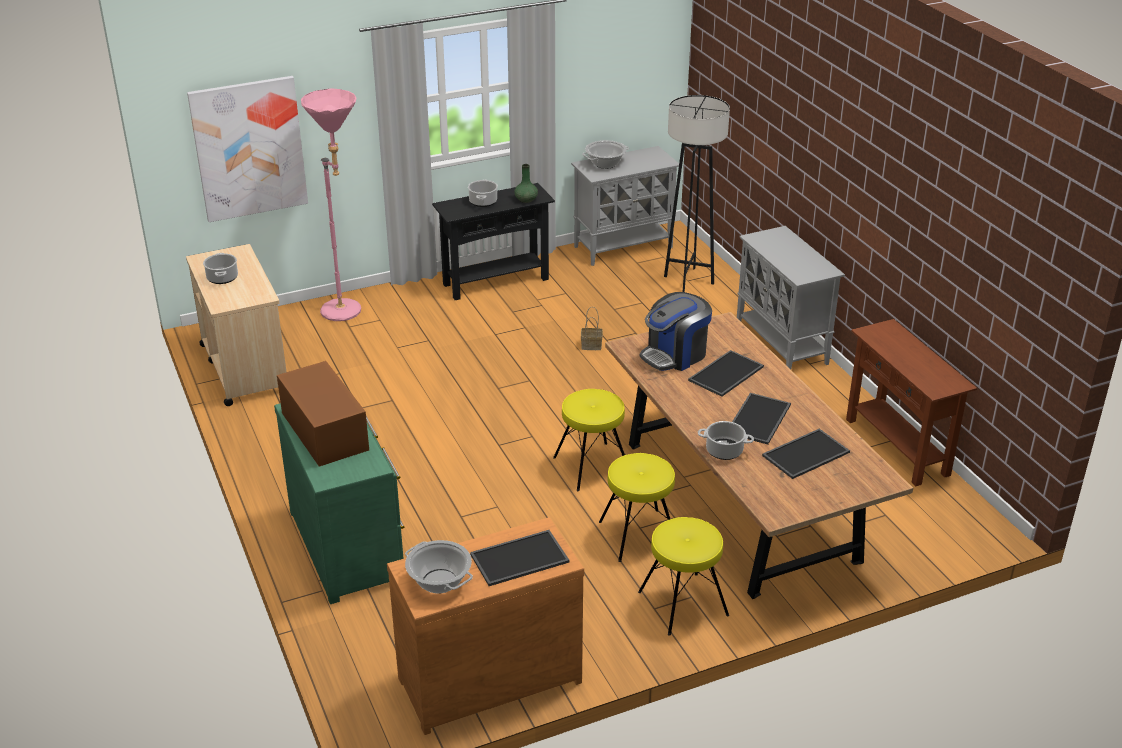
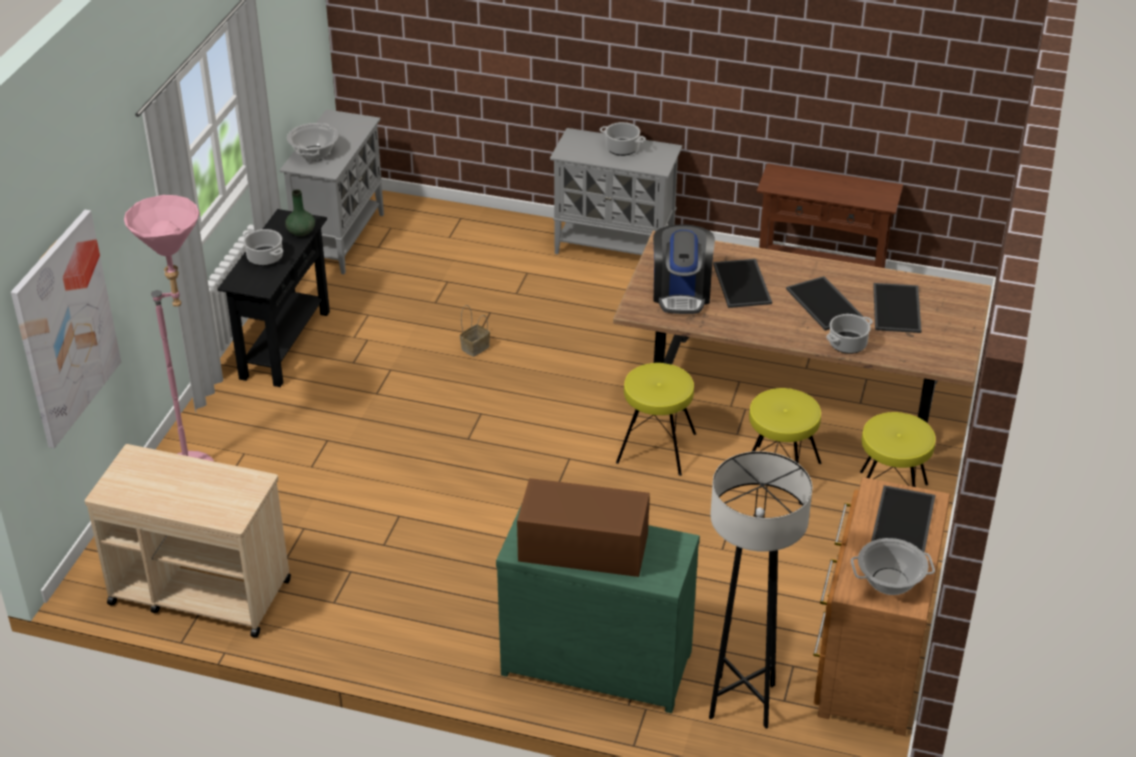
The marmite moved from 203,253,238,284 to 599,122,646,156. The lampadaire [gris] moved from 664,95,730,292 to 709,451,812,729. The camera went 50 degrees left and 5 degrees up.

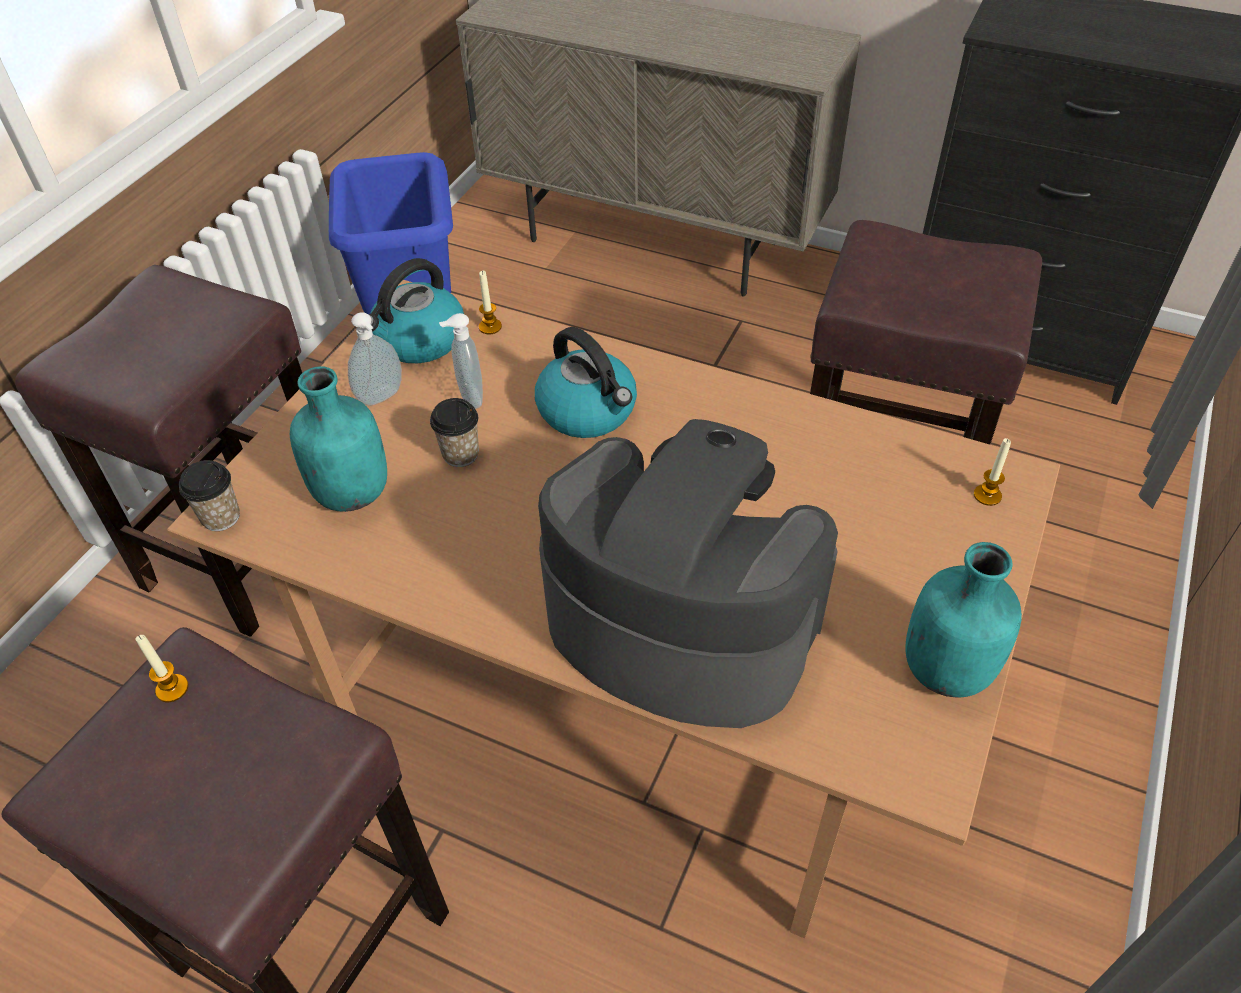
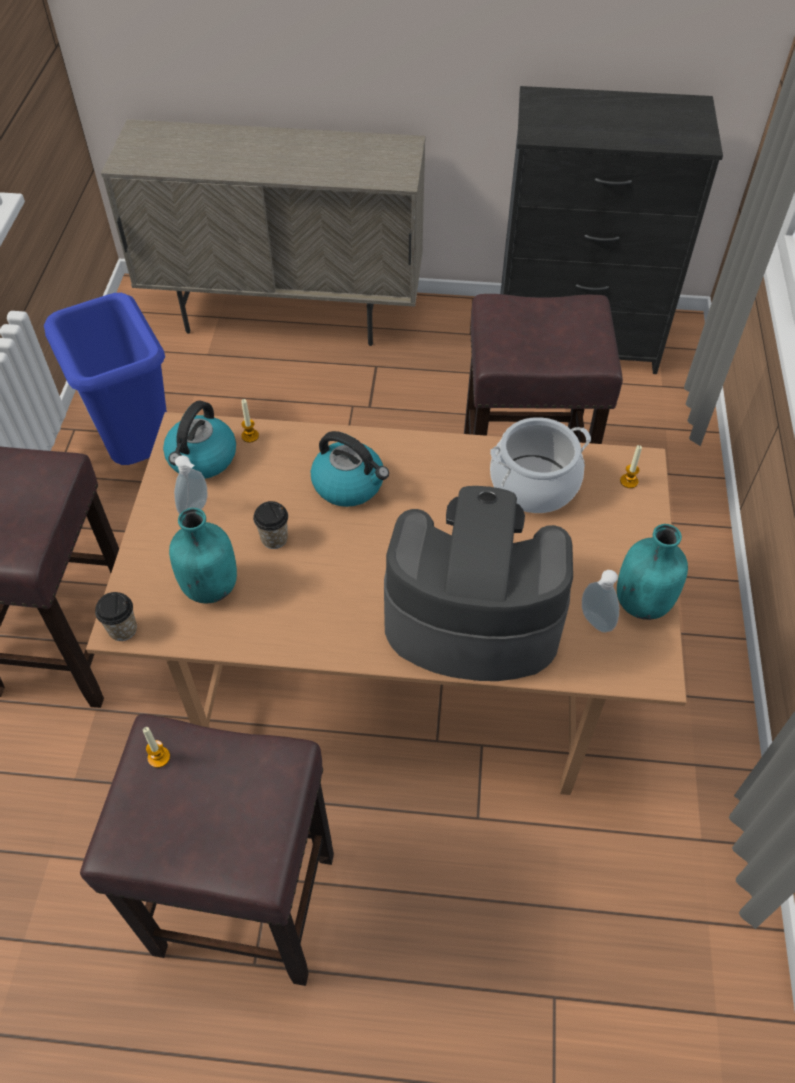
The marmite at 490,417,591,513 appeared. The distributeur de savon moved from 439,313,483,409 to 582,570,619,633. The camera went 20 degrees left and 5 degrees up.

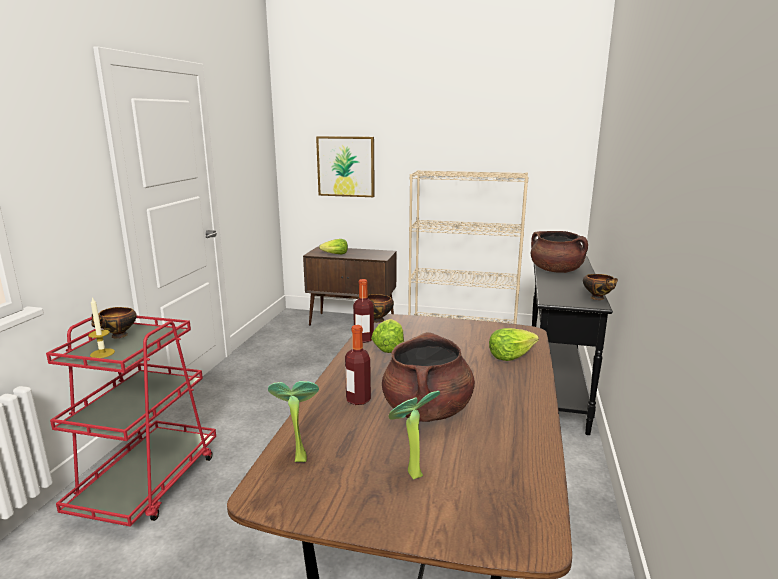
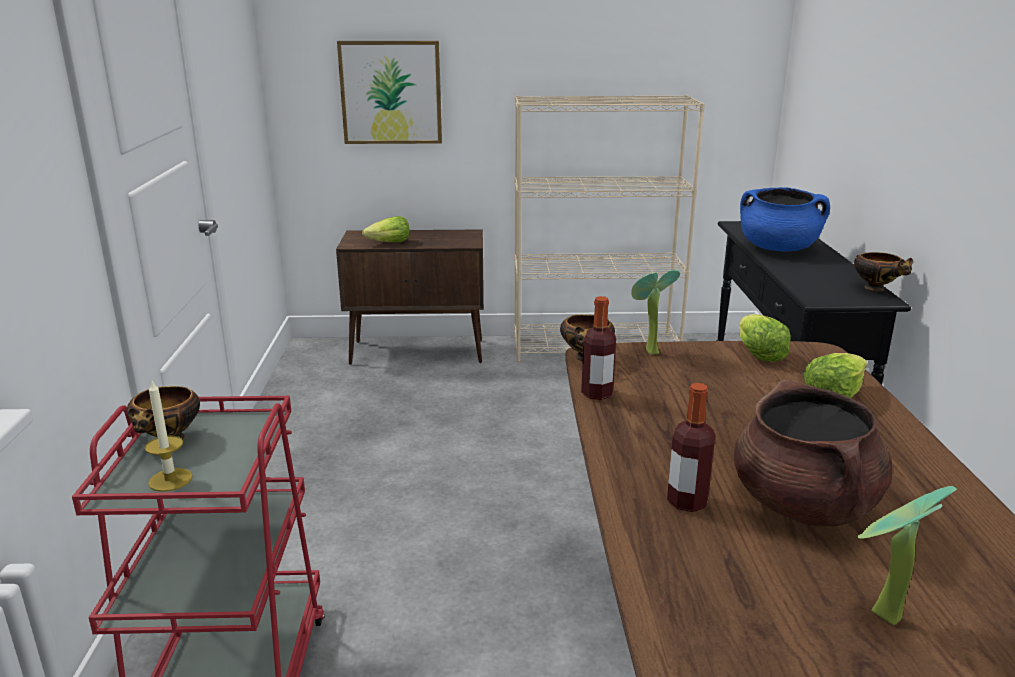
The plante en pot moved from 268,381,319,462 to 631,270,680,355. The laitue moved from 371,319,404,353 to 739,314,791,362. The marmite [marron] at 531,231,588,273 became the marmite [bleu] at 740,187,830,251. The camera went 15 degrees left and 5 degrees up.

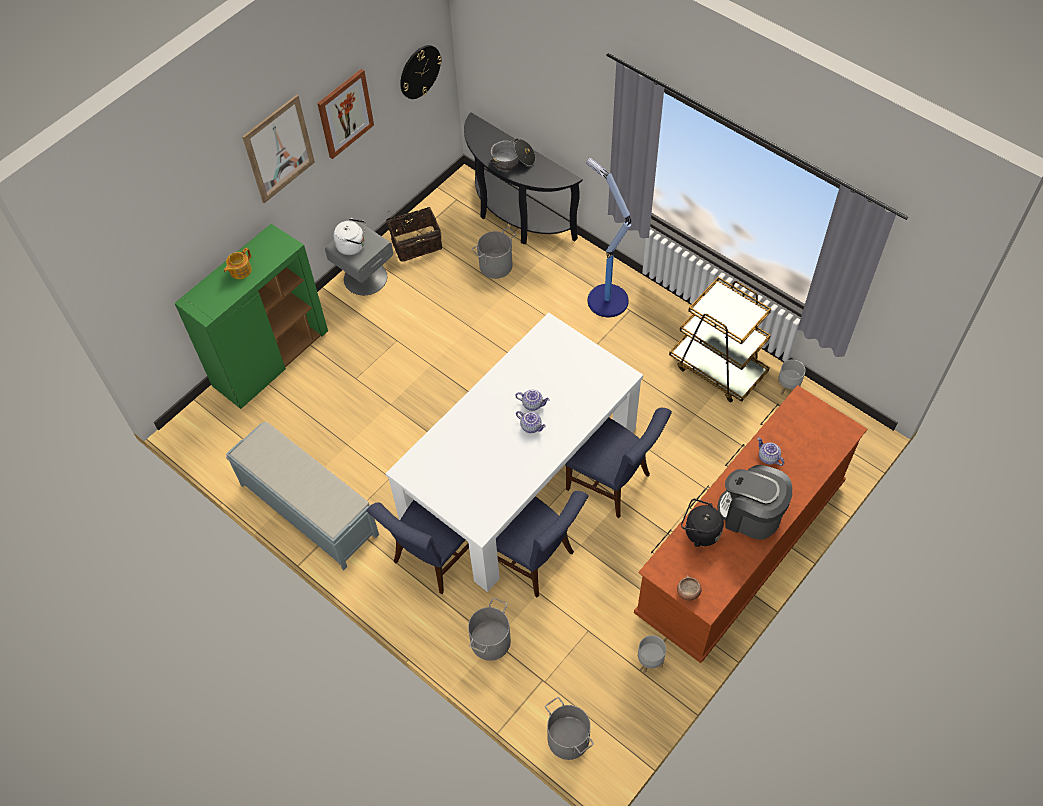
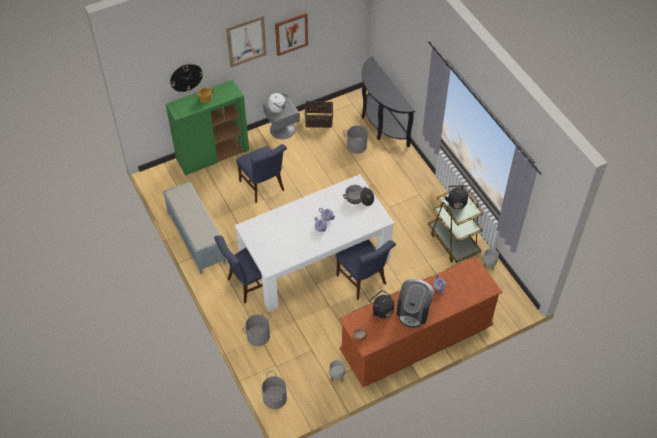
The horloge murale moved from 400,45,442,99 to 170,64,203,92. The chaise [bleu] moved from 496,491,589,598 to 236,144,287,203. The marmite moved from 489,139,535,170 to 343,185,374,206. The machine à café at 718,465,792,540 turned 120 degrees counterclockwise. The bouilloire [noir] at 445,185,468,209 appeared. The lampadaire at 586,158,631,317 disappeared. The camera went 20 degrees right and 5 degrees down.

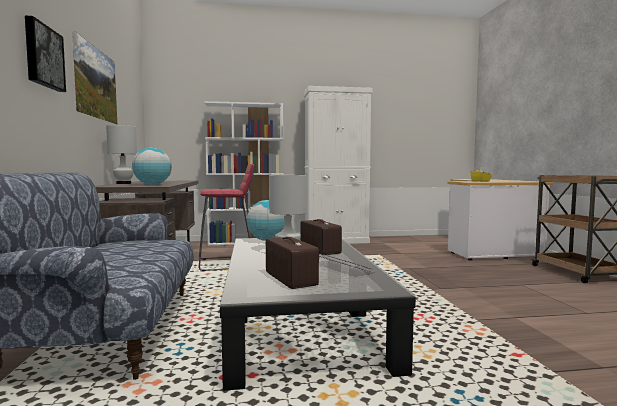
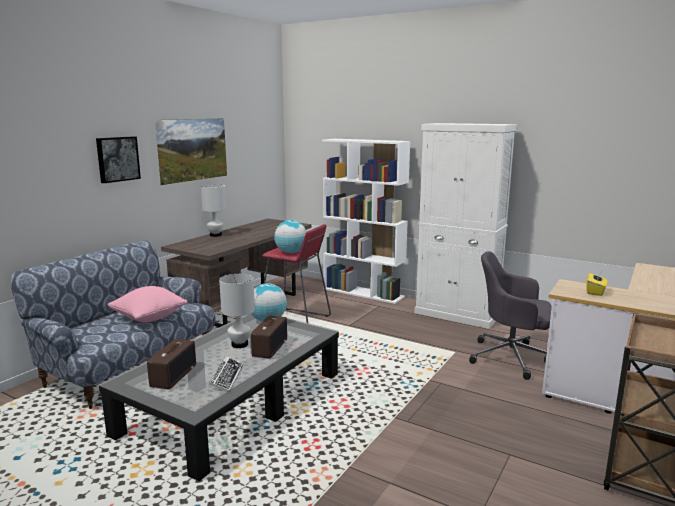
The coussin [rose] at 108,286,188,322 appeared. The globe moved from 132,148,172,185 to 274,220,307,253. The chaise de bureau [gris] at 469,251,552,380 appeared. The camera went 40 degrees right and 10 degrees up.

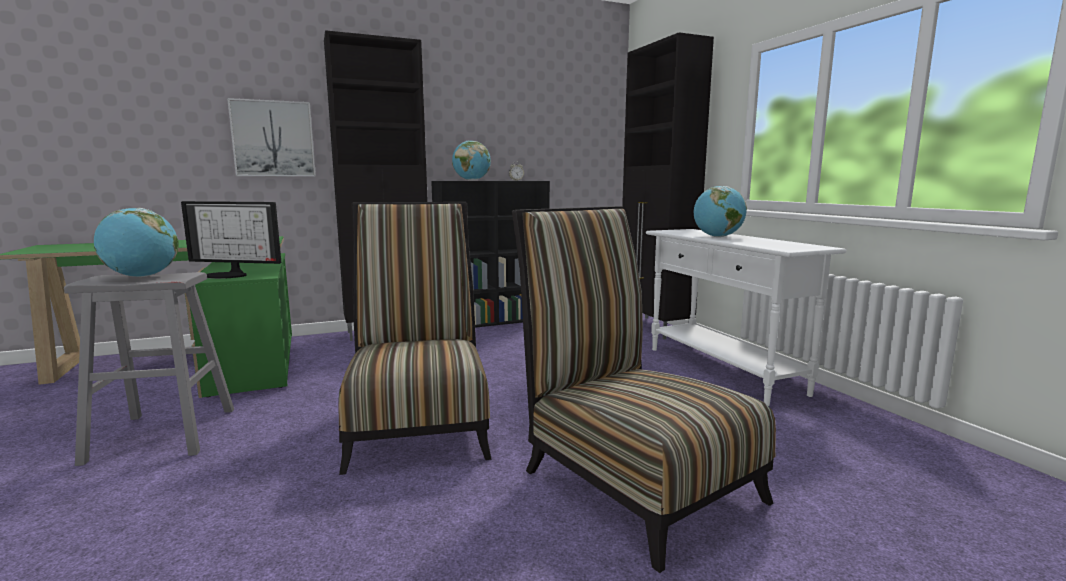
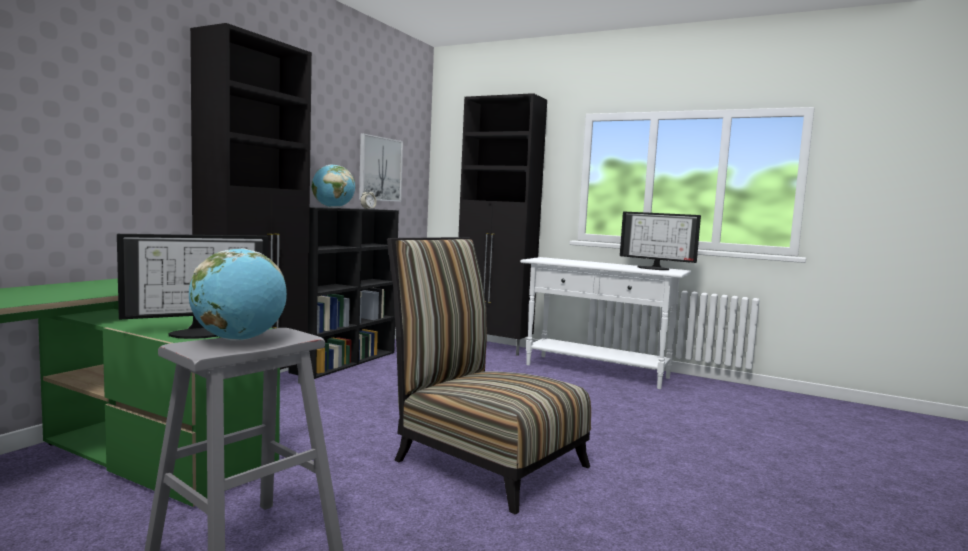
The tableau moved from 227,98,316,176 to 359,134,403,202. The écran d'ordinateur at 620,211,701,270 appeared. The chaise at 512,206,776,573 disappeared. The globe at 694,186,747,237 disappeared. The camera went 40 degrees left and 5 degrees down.

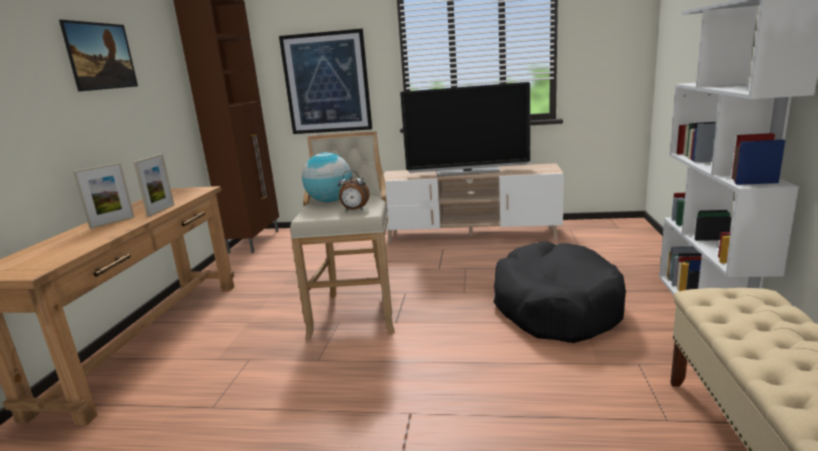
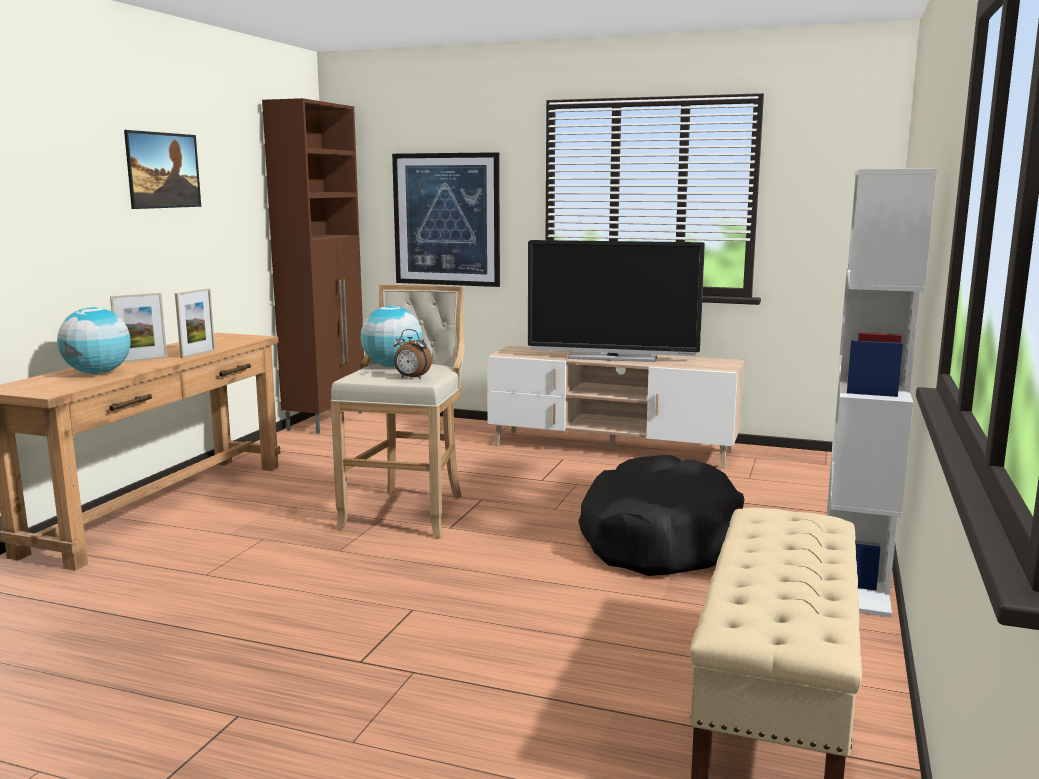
The globe at 57,307,131,374 appeared. The camera went 10 degrees right and 5 degrees down.

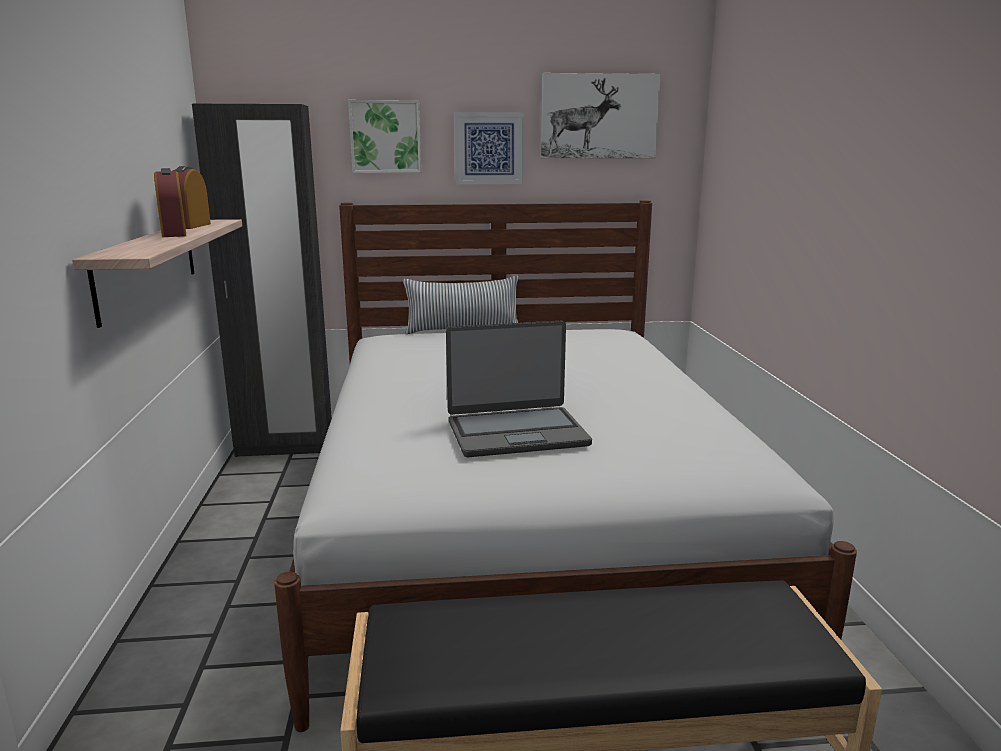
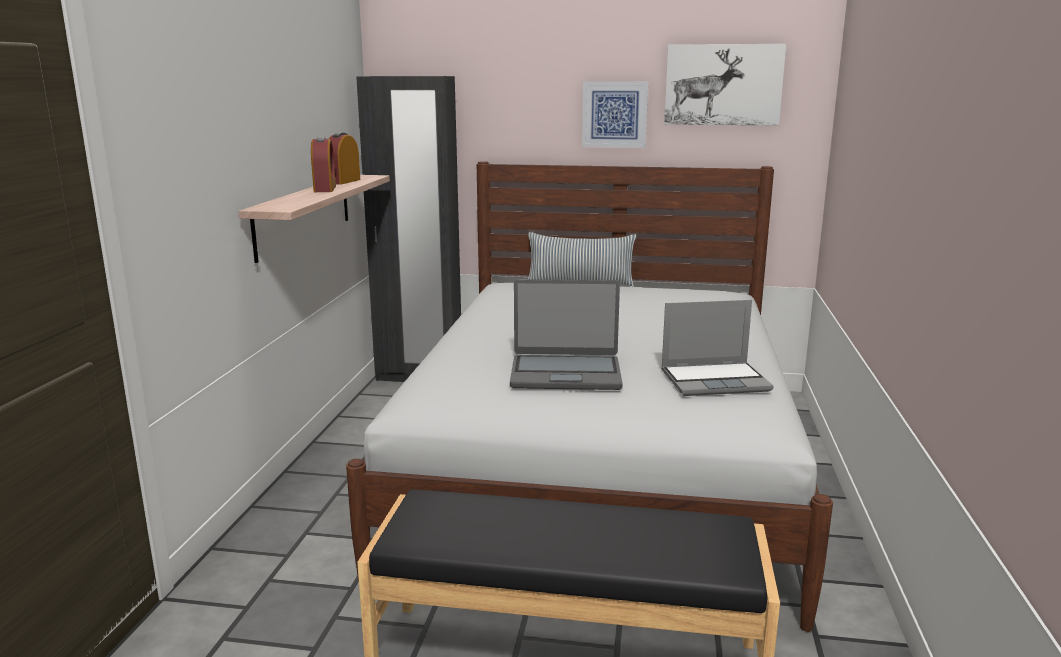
The ordinateur portable at 661,300,774,396 appeared. The tableau at 348,100,421,173 disappeared. The camera went 15 degrees right and 0 degrees up.

